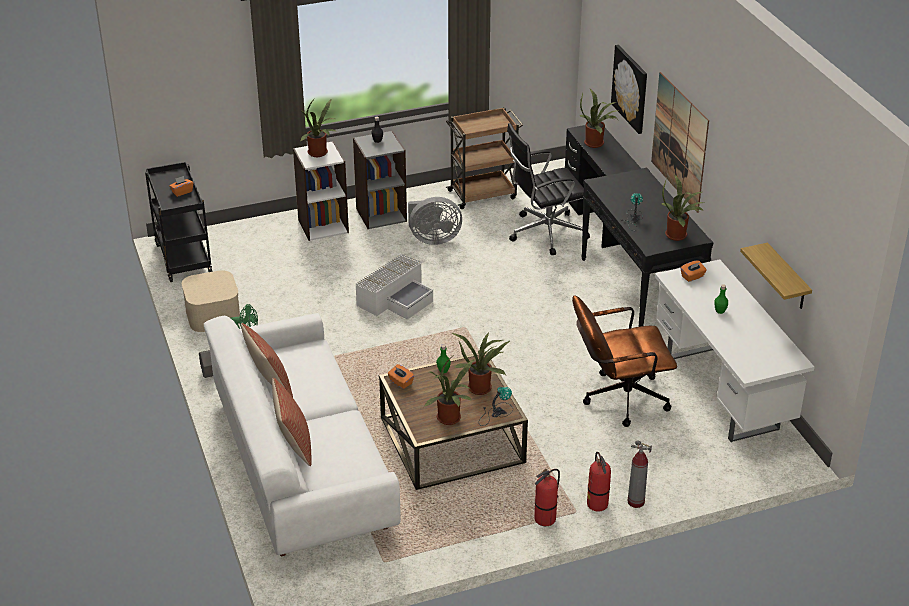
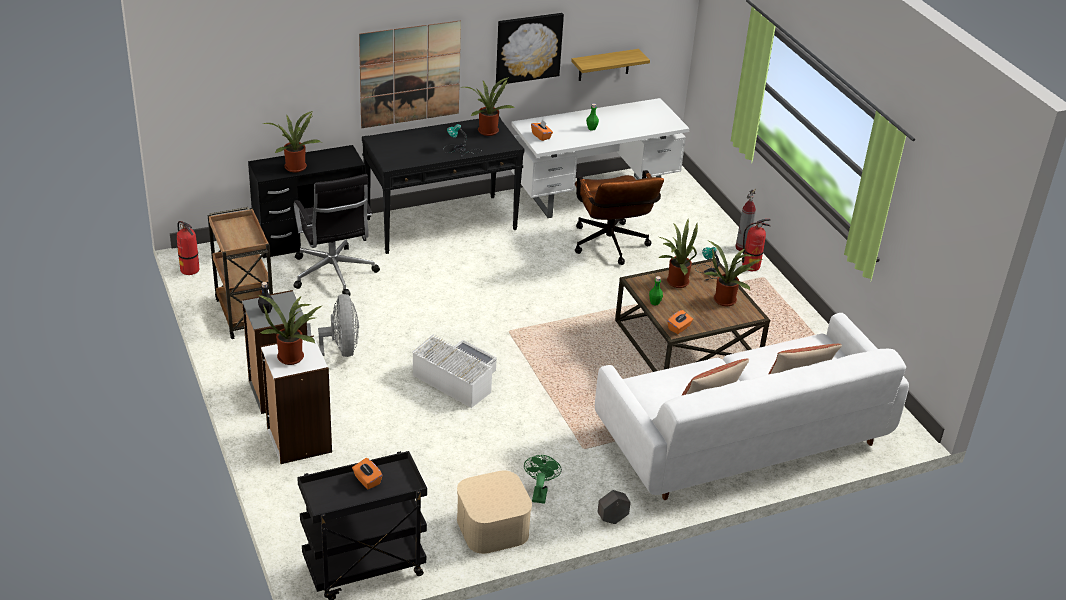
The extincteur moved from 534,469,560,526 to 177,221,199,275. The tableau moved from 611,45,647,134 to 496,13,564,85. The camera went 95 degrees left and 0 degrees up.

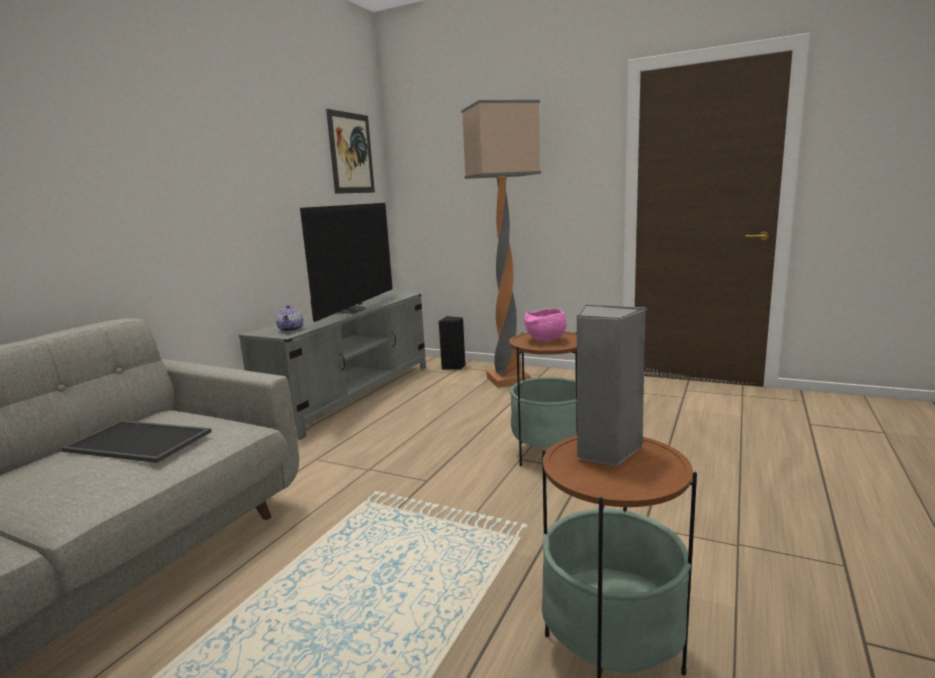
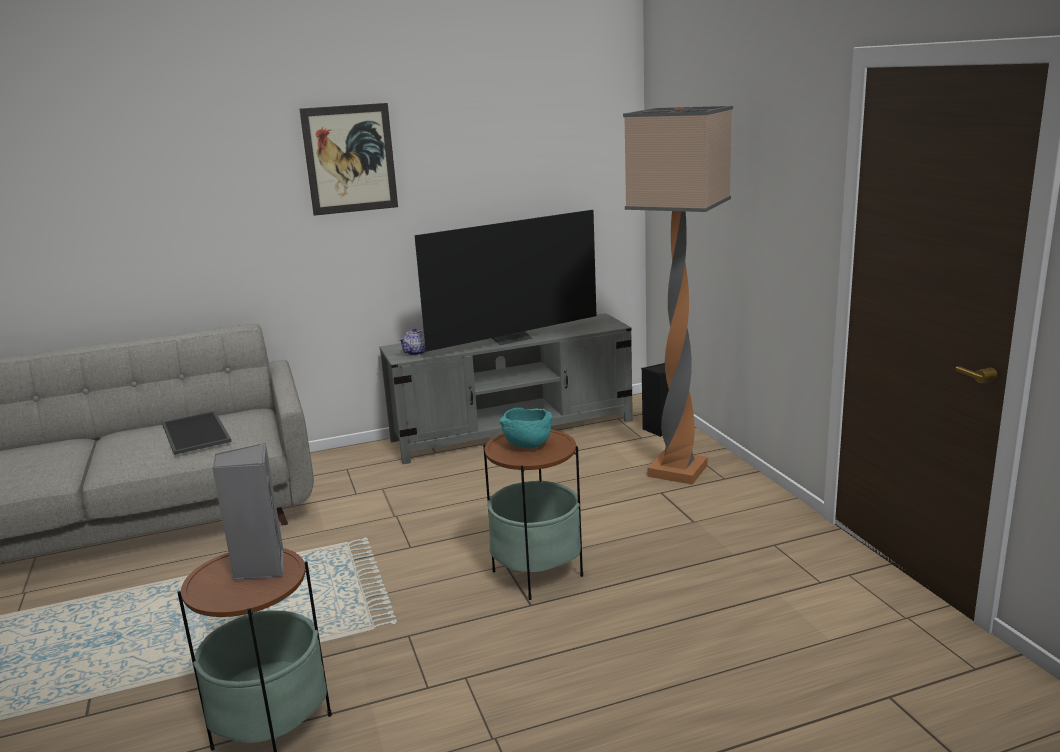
The tableau moved from 326,109,375,194 to 299,103,398,216. The bol [rose] at 524,308,567,341 became the bol [turquoise] at 499,408,553,449. The camera went 45 degrees right and 5 degrees up.

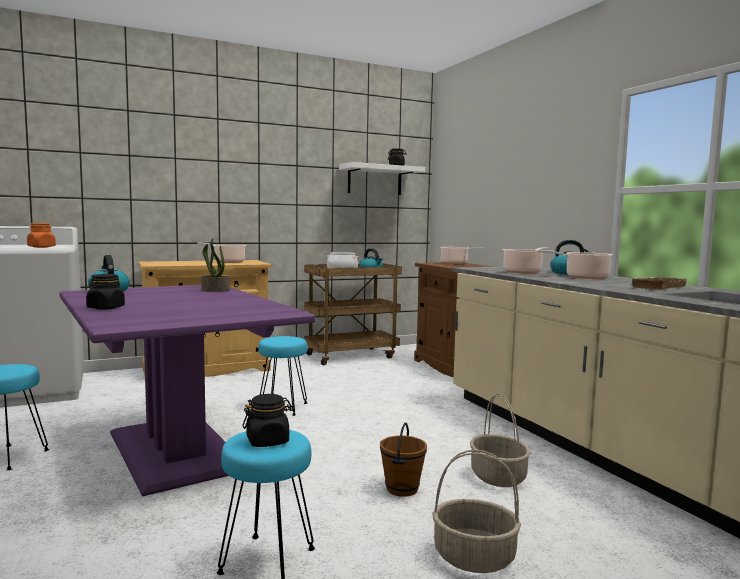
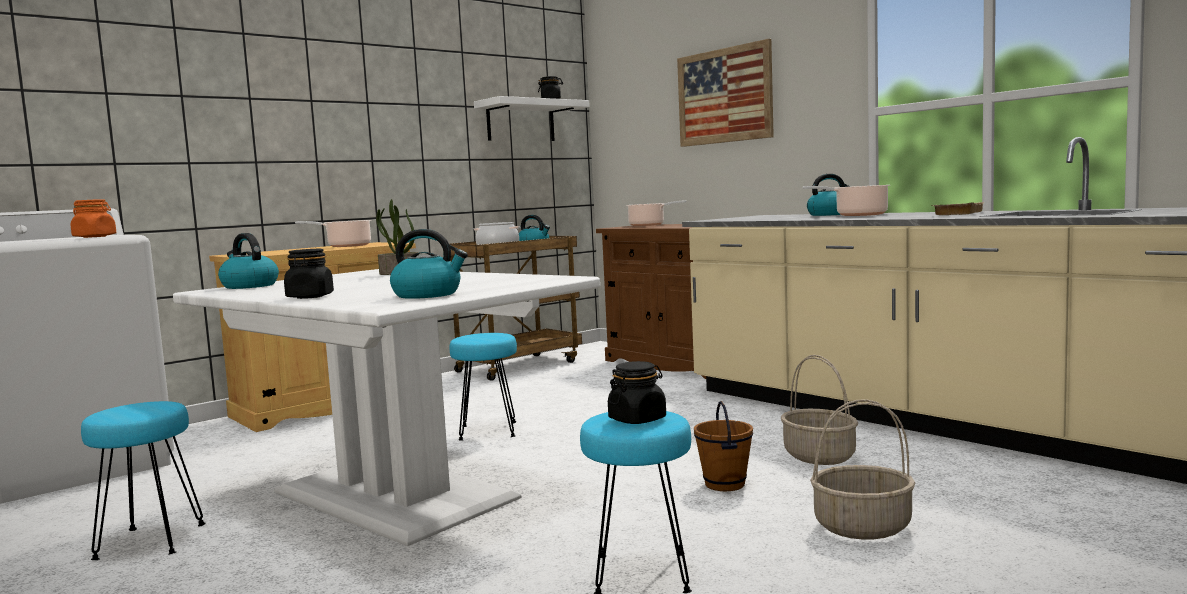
The table à manger [violet] at 60,285,315,496 became the table à manger [blanc] at 173,269,600,546. The bouilloire at 390,229,468,299 appeared. The tableau at 677,39,774,147 appeared. The marmite at 503,247,549,274 disappeared. The camera went 15 degrees left and 0 degrees up.

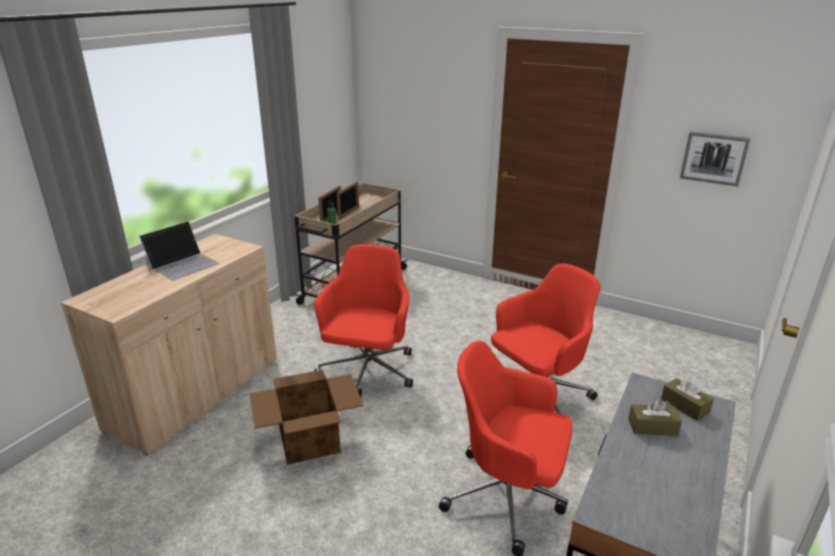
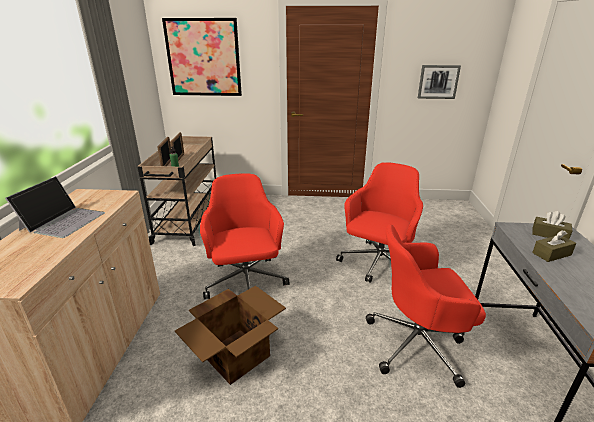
The tableau at 162,18,242,96 appeared. The camera went 25 degrees left and 0 degrees up.

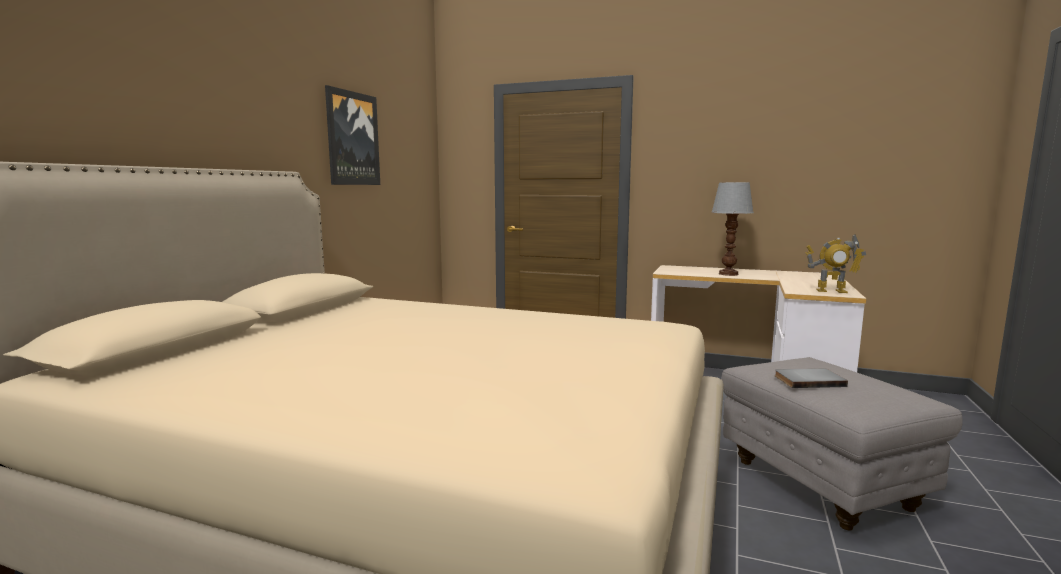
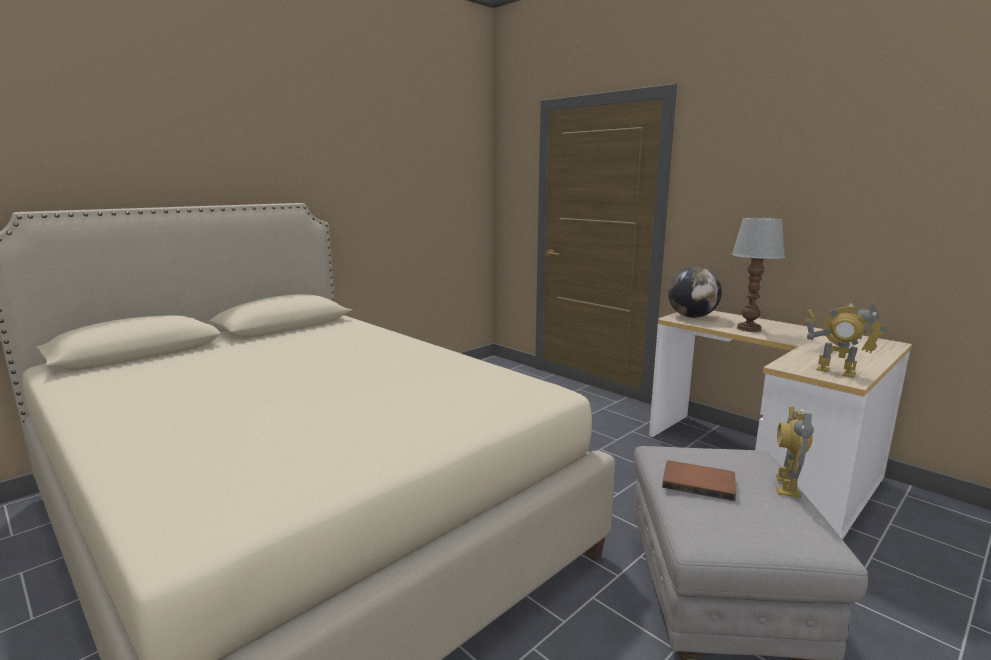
The livre [gris] at 775,368,848,388 became the livre [marron] at 662,461,736,501. The globe at 668,267,722,318 appeared. The robot jouet at 776,406,814,498 appeared. The tableau at 325,85,380,185 disappeared. The camera went 25 degrees right and 5 degrees up.

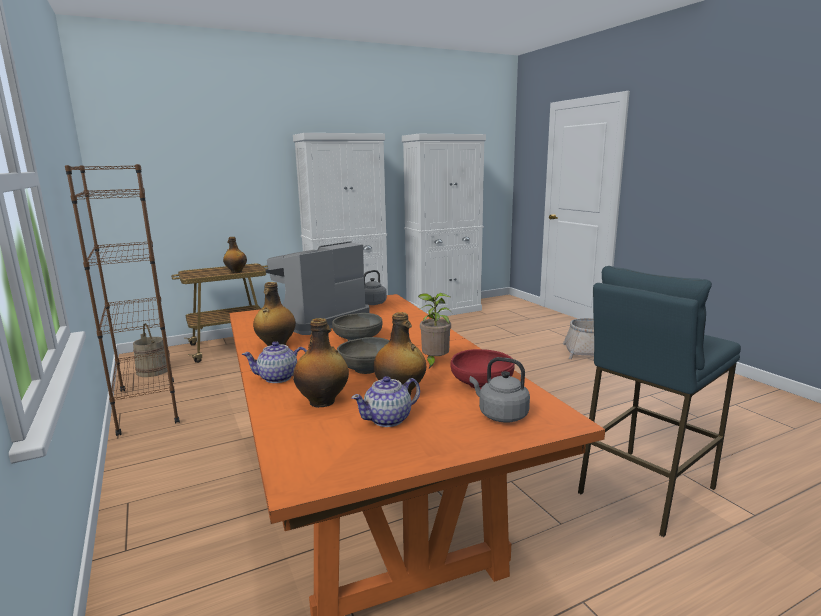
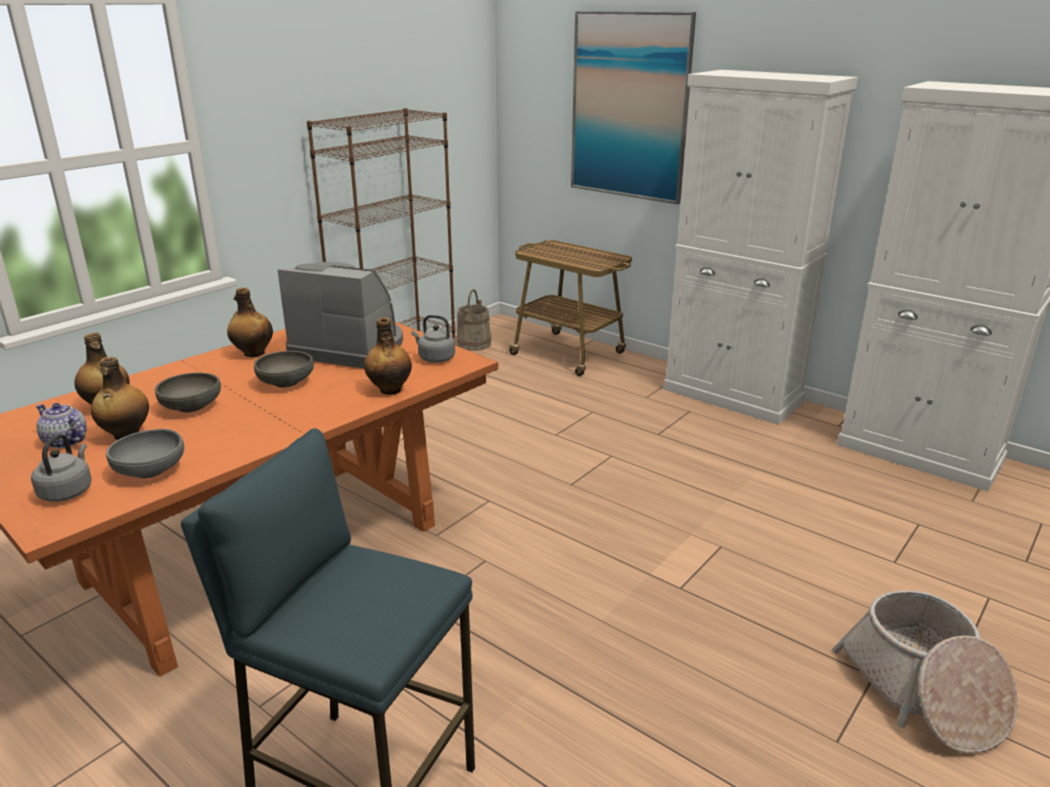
The bol [rouge] at 450,349,515,390 became the bol [gris] at 106,429,184,478. The bouteille moved from 223,237,247,273 to 364,318,412,395. The tableau at 571,11,696,204 appeared. The théière at 242,341,307,383 disappeared. The plante en pot at 418,293,452,369 disappeared. The camera went 65 degrees right and 10 degrees up.

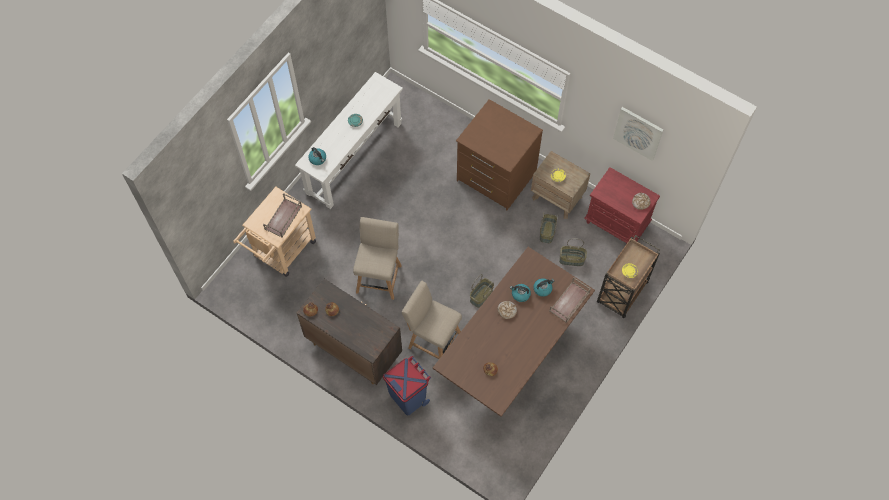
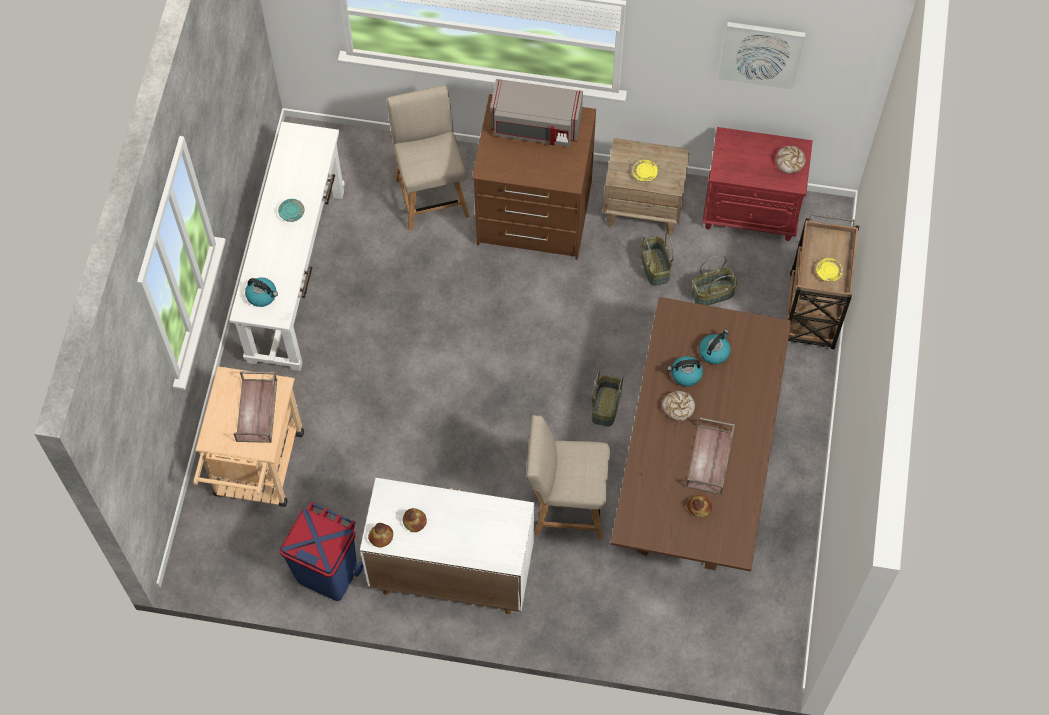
The poubelle [bleu] moved from 383,356,431,416 to 280,502,363,601. The meuble de rangement [marron] at 297,279,402,385 became the meuble de rangement [blanc] at 360,478,534,614. The chaise [beige] moved from 353,217,402,300 to 387,85,470,231. The micro-ondes [gris] at 490,79,583,146 appeared. The plateau [marron] moved from 549,277,591,323 to 686,418,735,495. The camera went 25 degrees left and 0 degrees up.

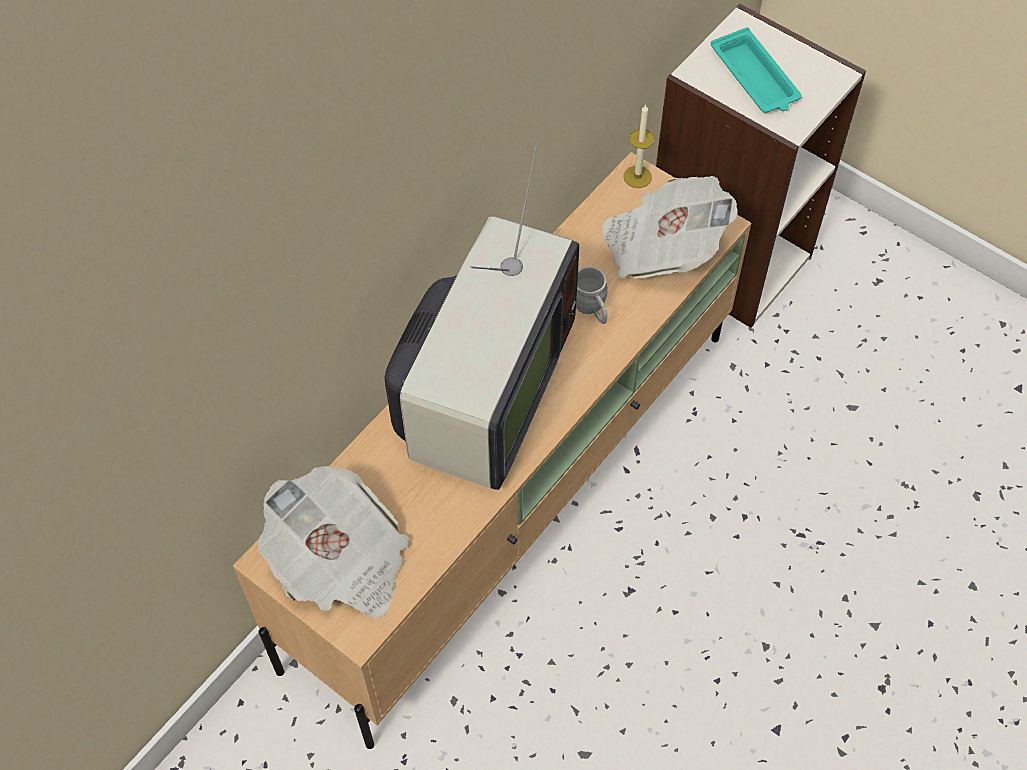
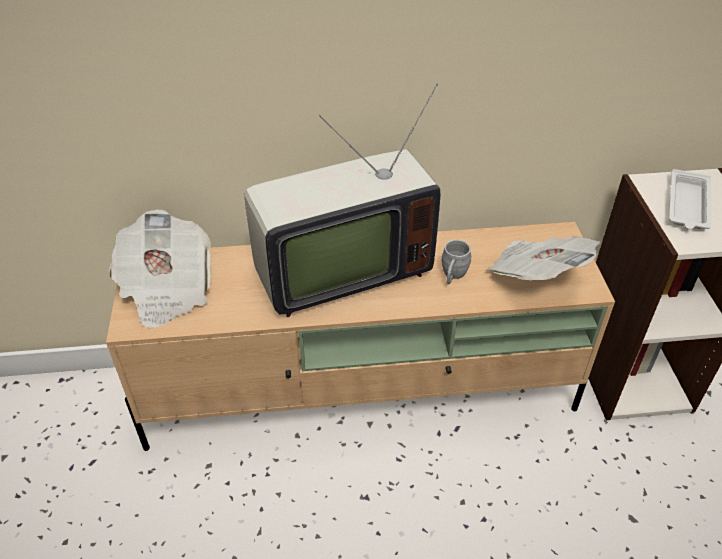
The plateau [turquoise] at 711,27,802,113 became the plateau [blanc] at 669,169,711,230. The bougie at 623,104,654,188 disappeared. The camera went 45 degrees right and 15 degrees down.

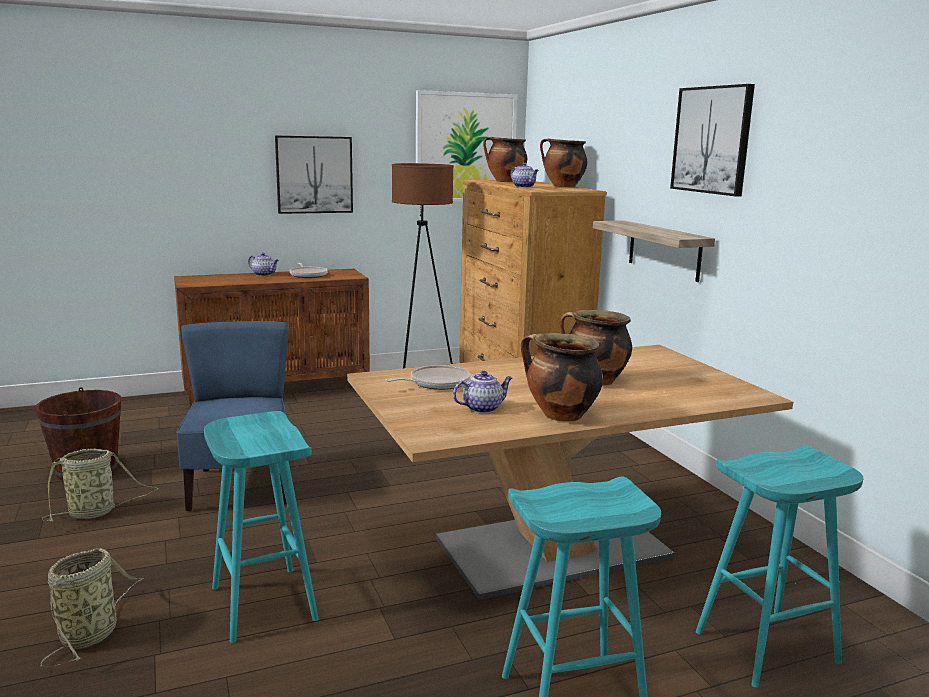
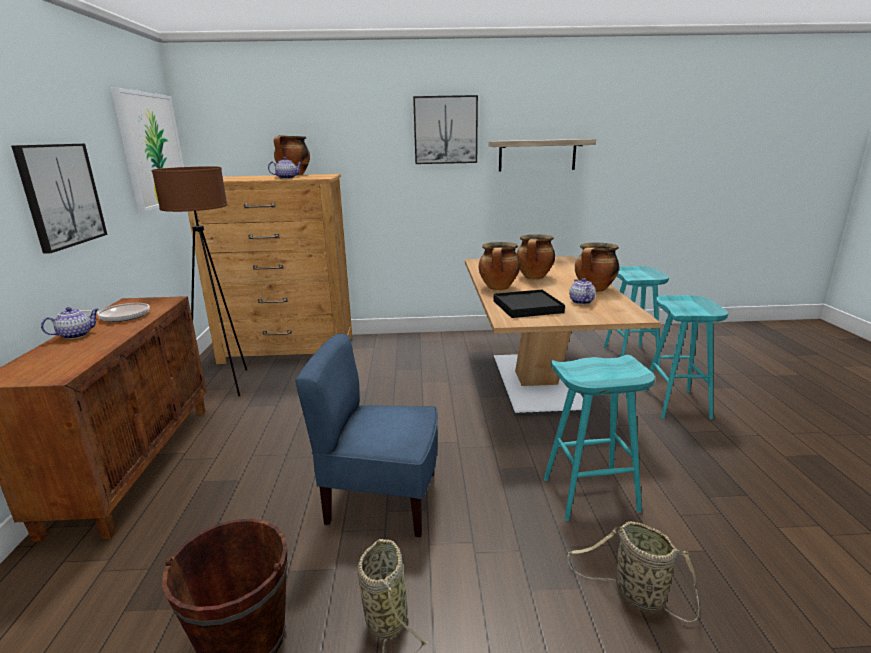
The marmite moved from 483,136,527,182 to 478,242,520,290. The étagère moved from 593,220,715,282 to 489,139,596,171. The poêle at 385,365,471,390 was replaced by the plateau [noir] at 494,290,565,318. The camera went 70 degrees left and 5 degrees up.

